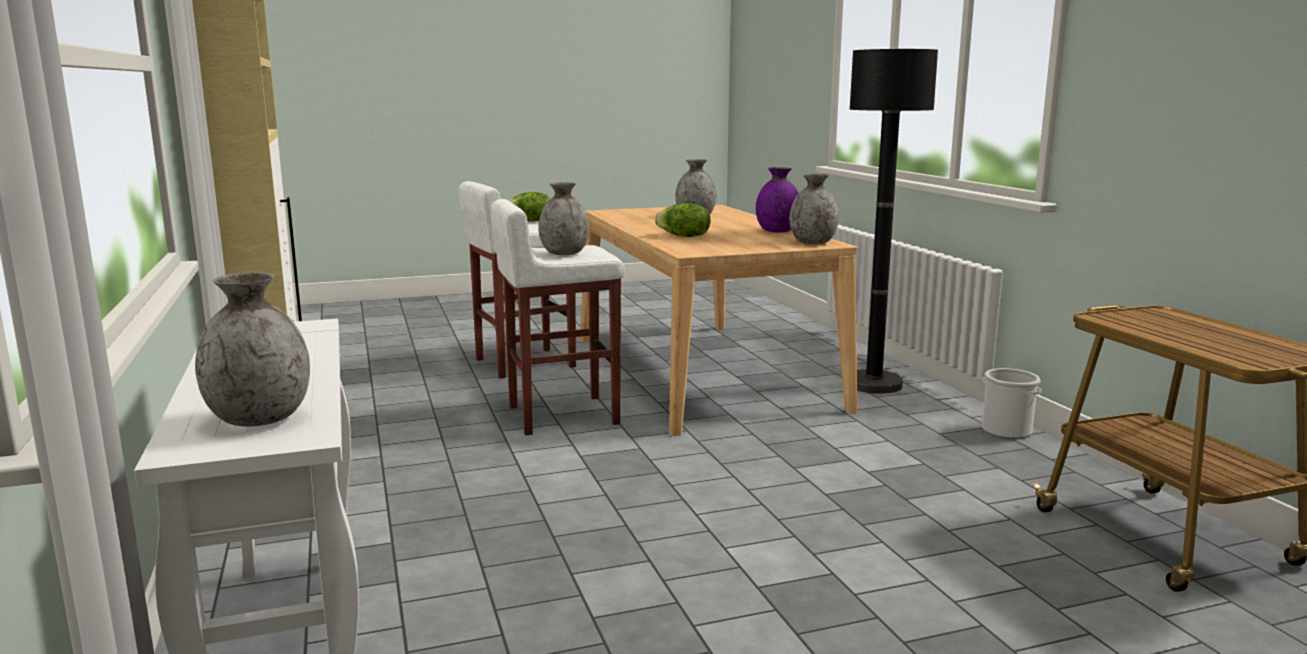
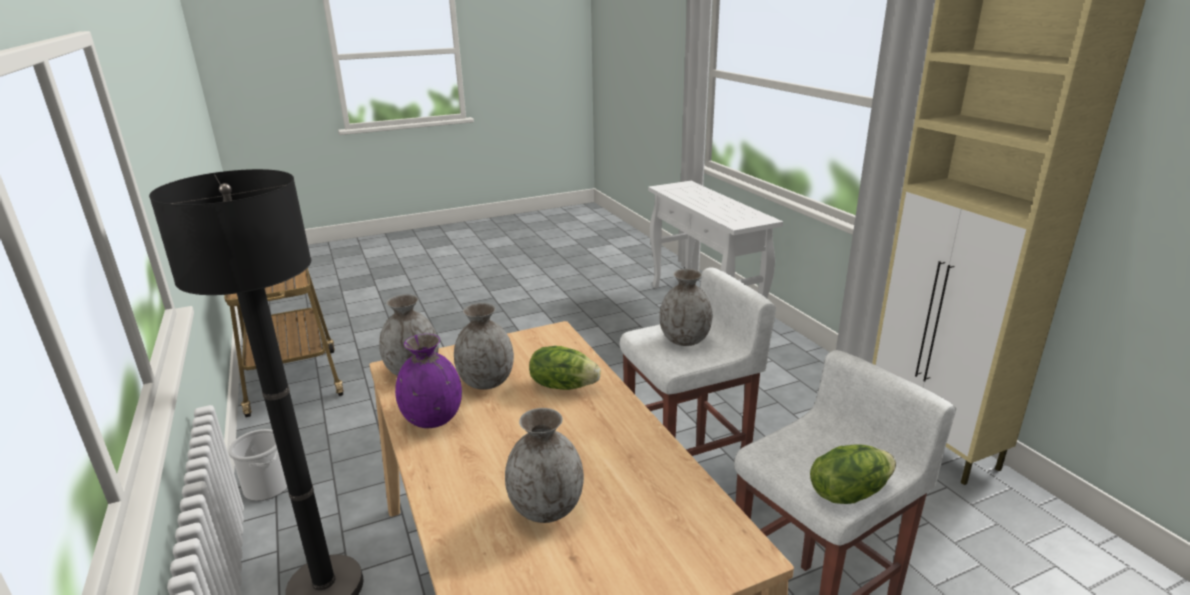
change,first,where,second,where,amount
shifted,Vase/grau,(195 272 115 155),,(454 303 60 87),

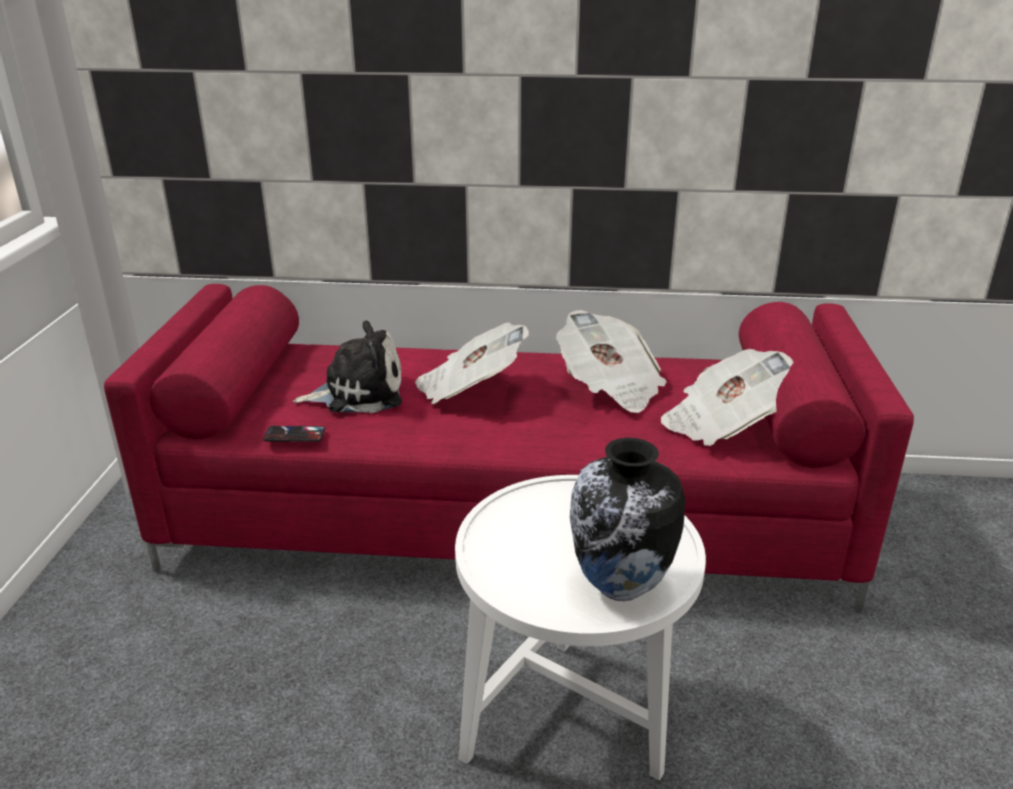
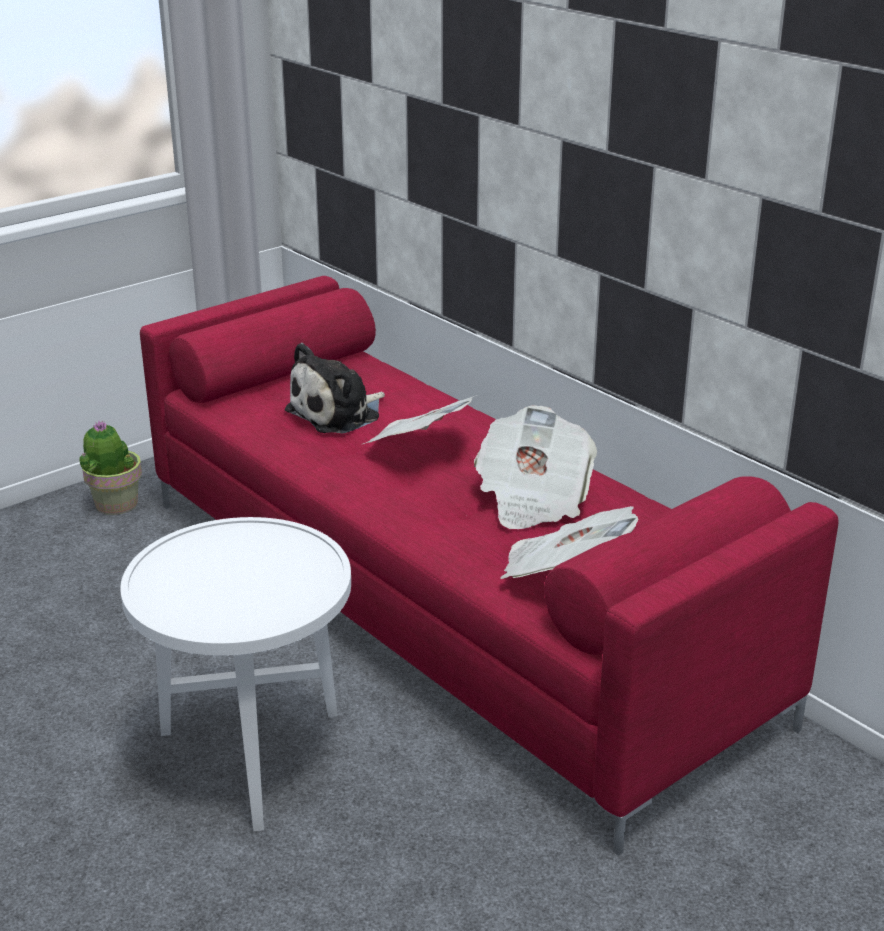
change,first,where,second,where,amount
rotated,Plüschtier,(293 321 109 92),,(285 343 100 91),105 degrees clockwise
gone,Handy,(263 426 62 16),,,
gone,Vase,(570 438 116 163),,,
new,,,Topfpflanze,(79 421 63 94),

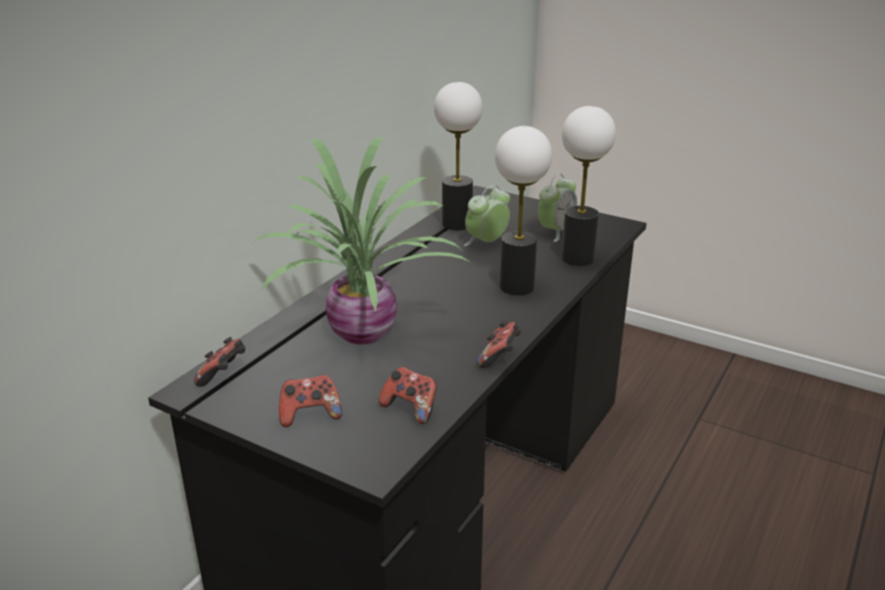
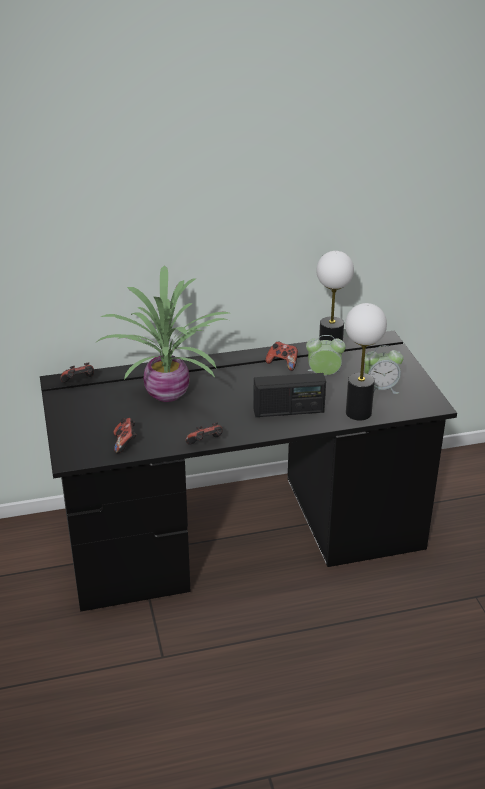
change,first,where,second,where,amount
swapped,Tischlampe,(495 126 57 169),Radio,(253 373 73 44),
shifted,Gamepad,(279 375 63 52),,(265 341 33 30),

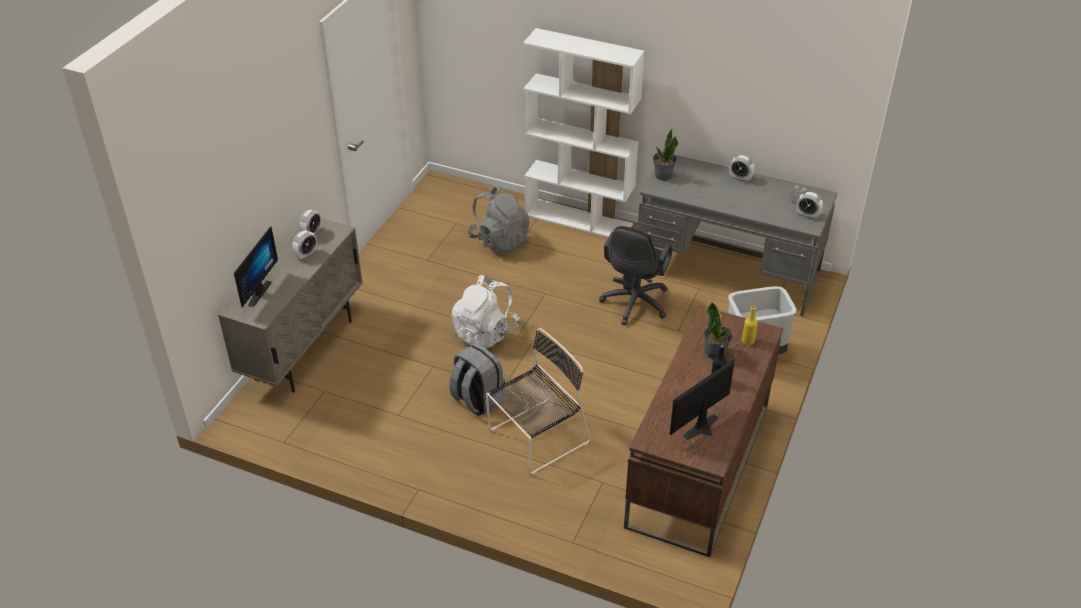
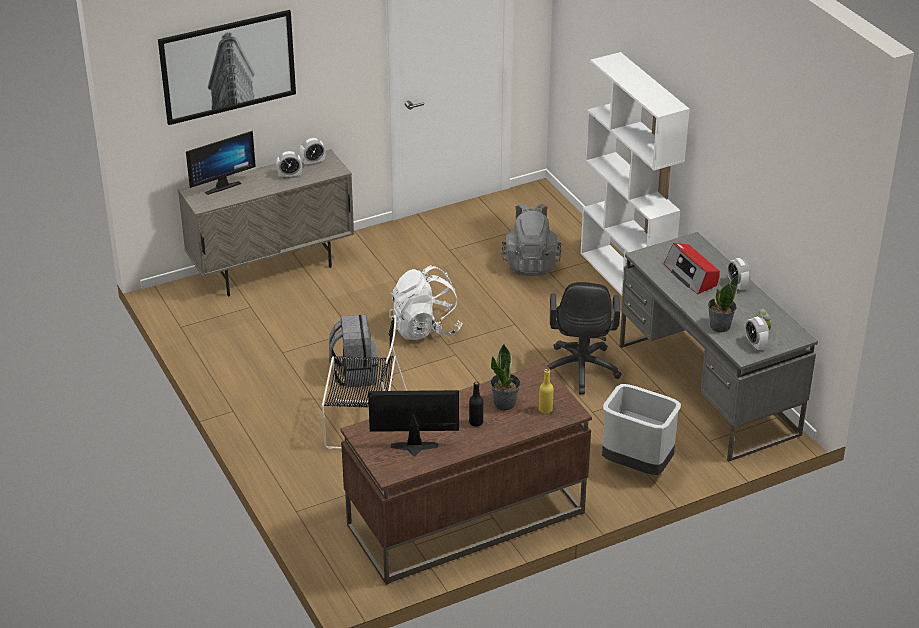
change,first,where,second,where,amount
shifted,Topfpflanze,(653 128 25 53),,(708 274 30 59),
rotated,Bürostuhl/schwarz,(599 226 73 99),,(547 282 75 113),60 degrees counterclockwise
new,,,Bild,(158 10 138 115),
new,,,Radio,(664 243 56 51),

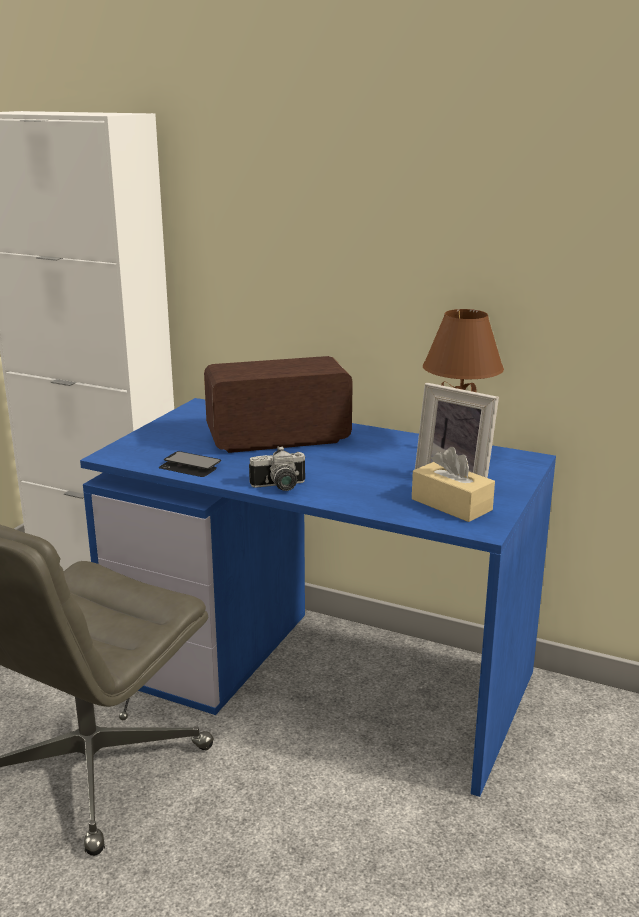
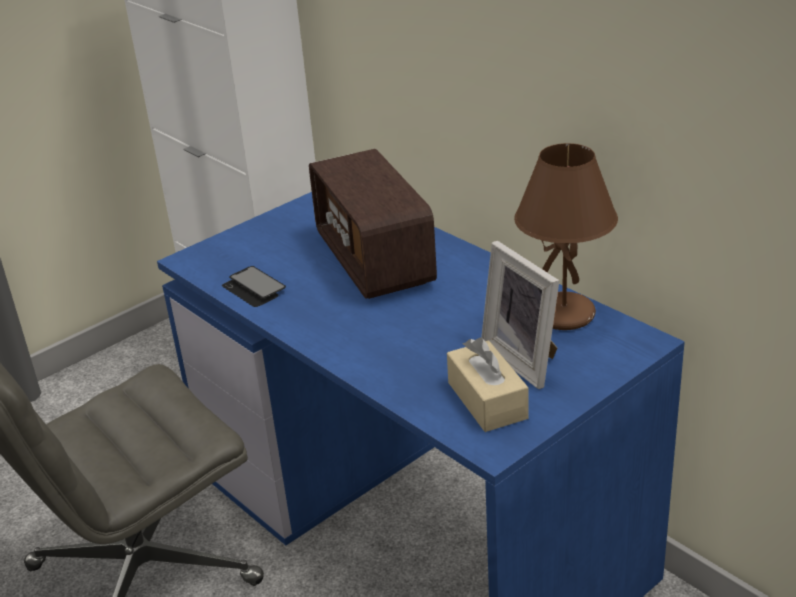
change,first,where,second,where,amount
rotated,Radio,(204 356 149 97),,(309 149 128 150),120 degrees counterclockwise
gone,Kamera,(249 446 56 45),,,

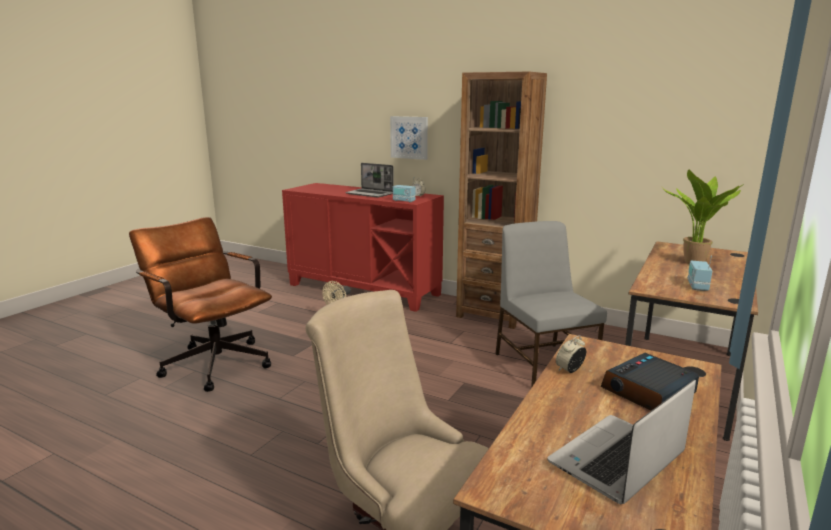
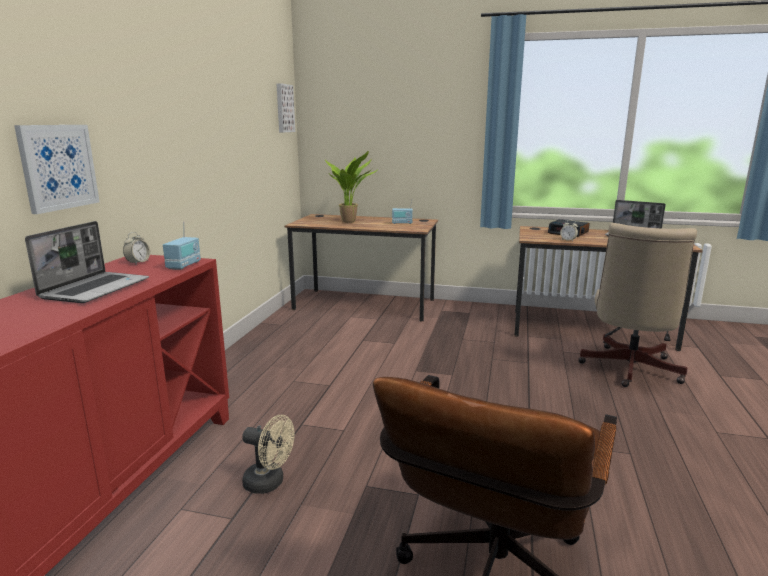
change,first,where,second,where,amount
gone,Bücherregal/braun,(456 72 91 257),,,
gone,Stuhl/grau,(496 221 111 167),,,
new,,,Bild,(276 83 19 49),

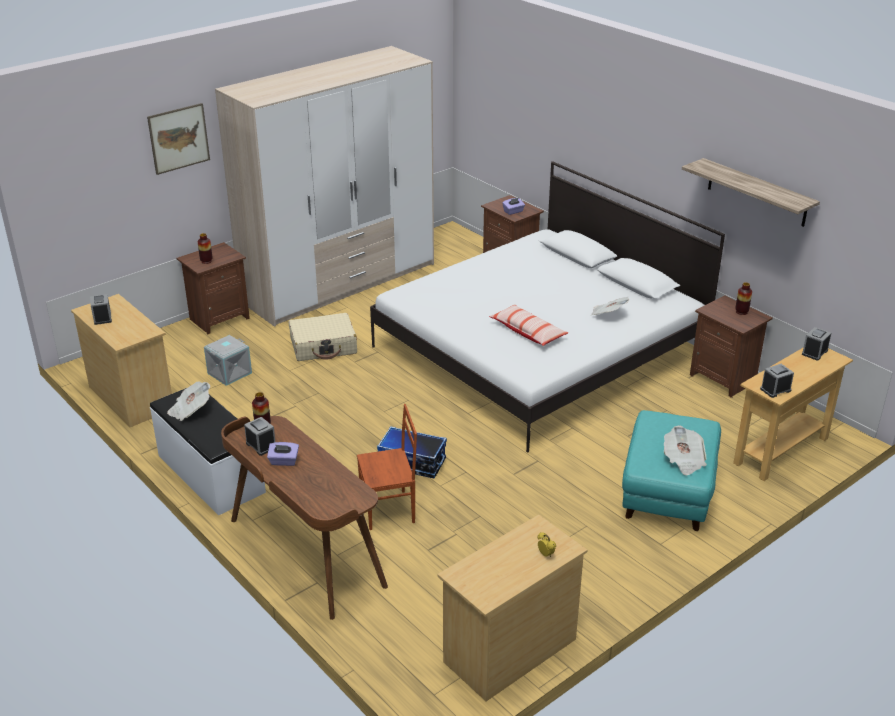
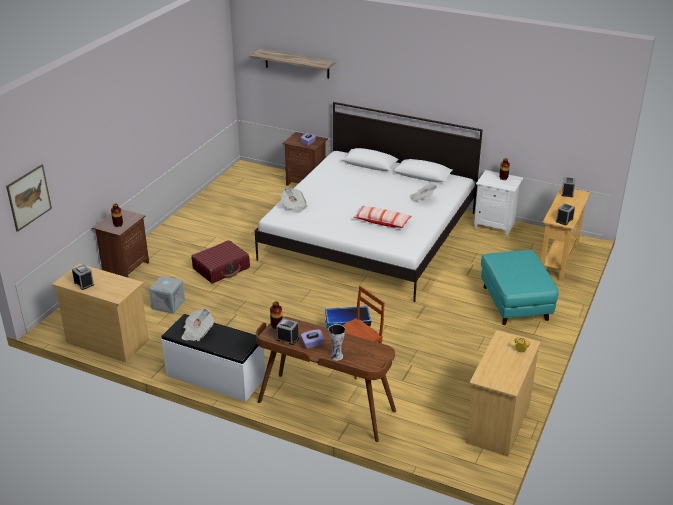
change,first,where,second,where,amount
gone,Kleiderschrank,(215 46 219 281),,,
shifted,Bild,(147 103 63 72),,(6 164 46 68),
shifted,Wandregal,(682 158 138 69),,(249 49 87 29),
repainted,Nachttisch/braun,(690 295 83 103),Nachttisch/weiß,(474 170 49 66),
repainted,Koffer/beige,(289 313 68 48),Koffer/rot,(191 240 59 43),
shifted,Zeitung,(663 426 44 50),,(280 187 28 26),
new,,,Vase,(328 324 17 37),

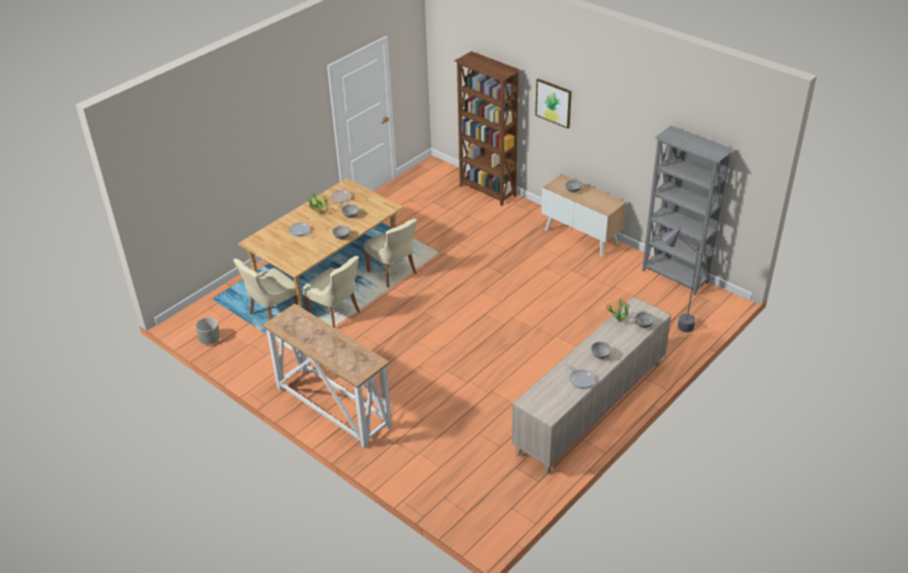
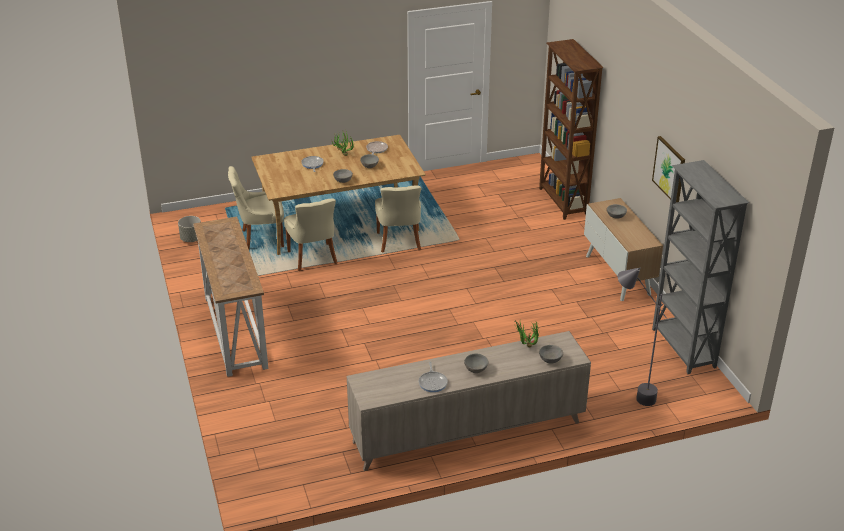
change,first,where,second,where,amount
shifted,Bild,(535 79 37 50),,(652 136 33 66),

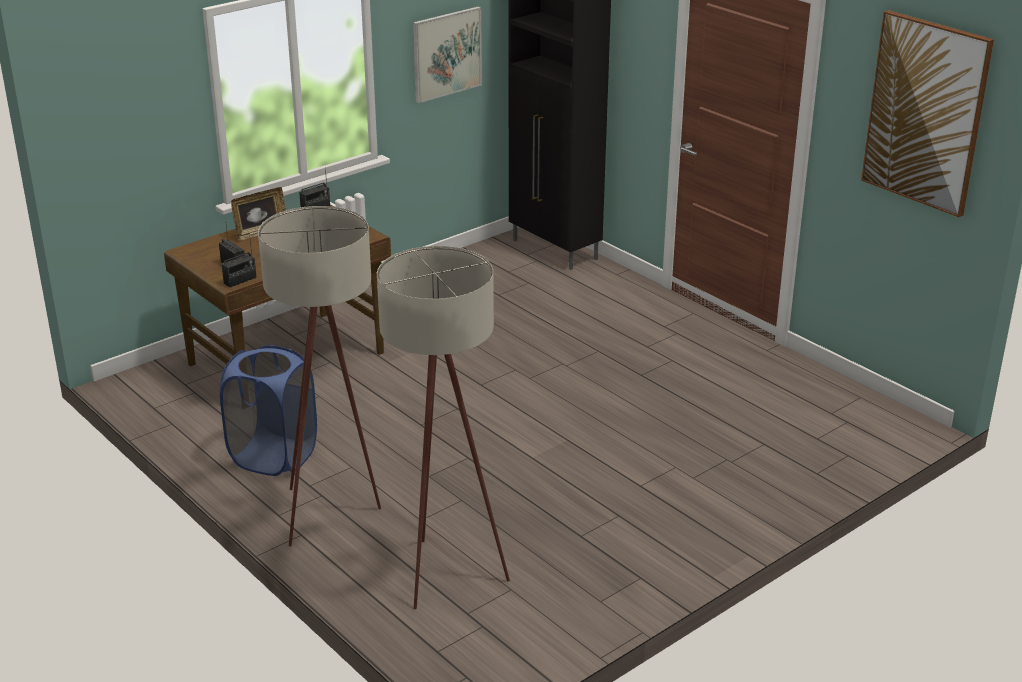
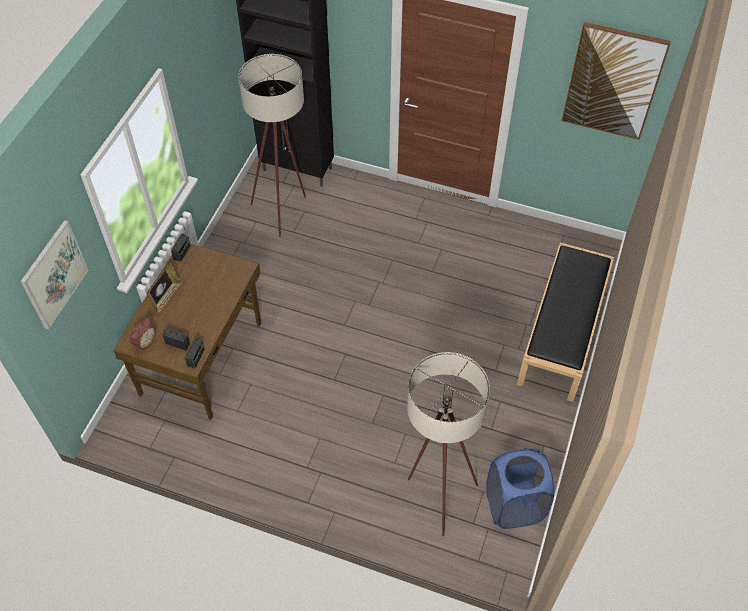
change,first,where,second,where,amount
shifted,Bild,(413 7 69 96),,(20 220 68 109),
shifted,Stehlampe/beige,(258 206 123 341),,(238 54 68 183),
shifted,Wäschekorb/blau,(220 345 97 131),,(487 448 67 81),
new,,,Bank/schwarz,(517 242 97 160),
new,,,Wecker,(130 318 26 33),

